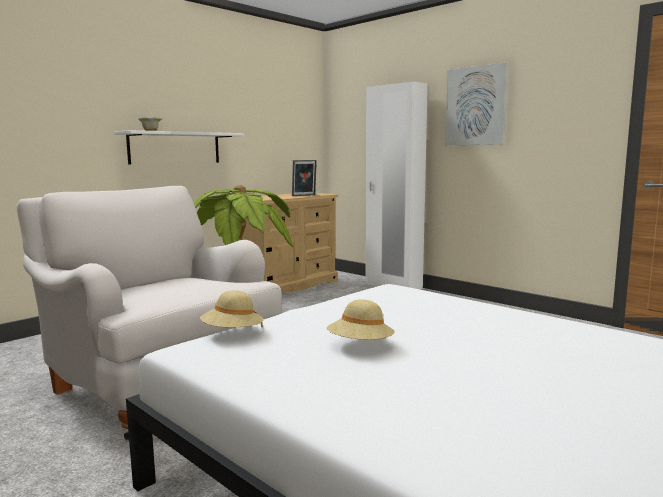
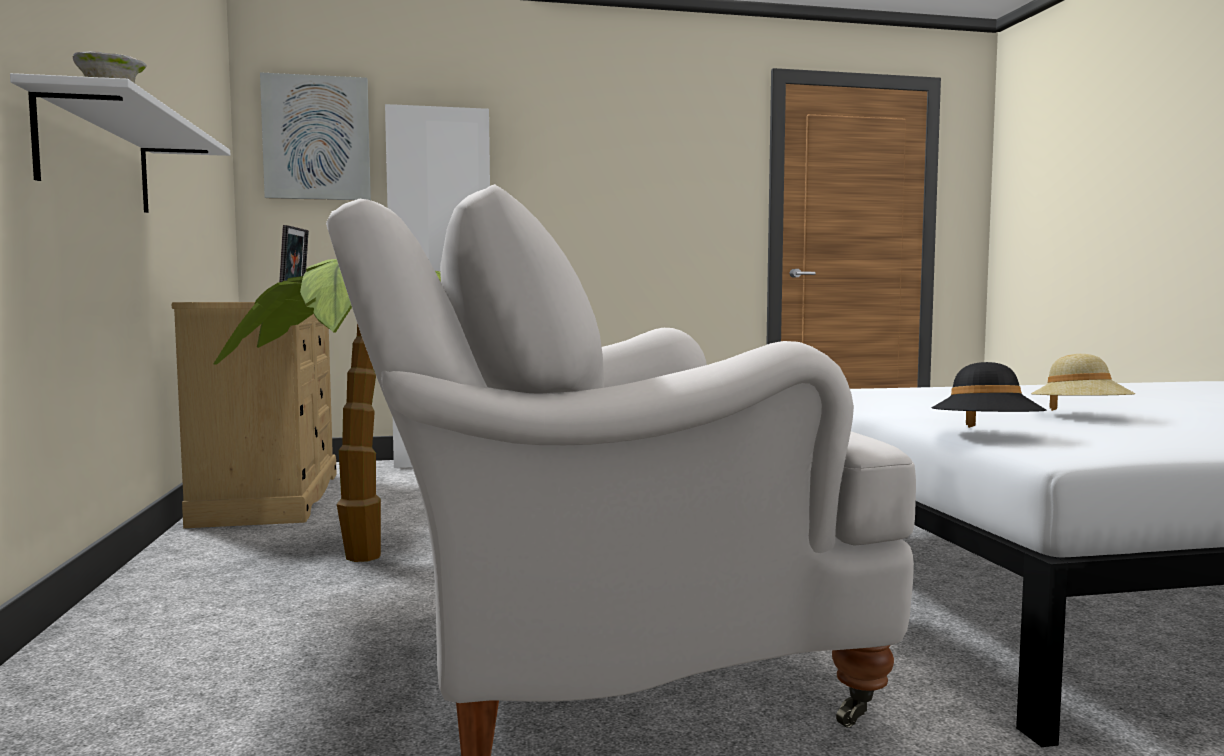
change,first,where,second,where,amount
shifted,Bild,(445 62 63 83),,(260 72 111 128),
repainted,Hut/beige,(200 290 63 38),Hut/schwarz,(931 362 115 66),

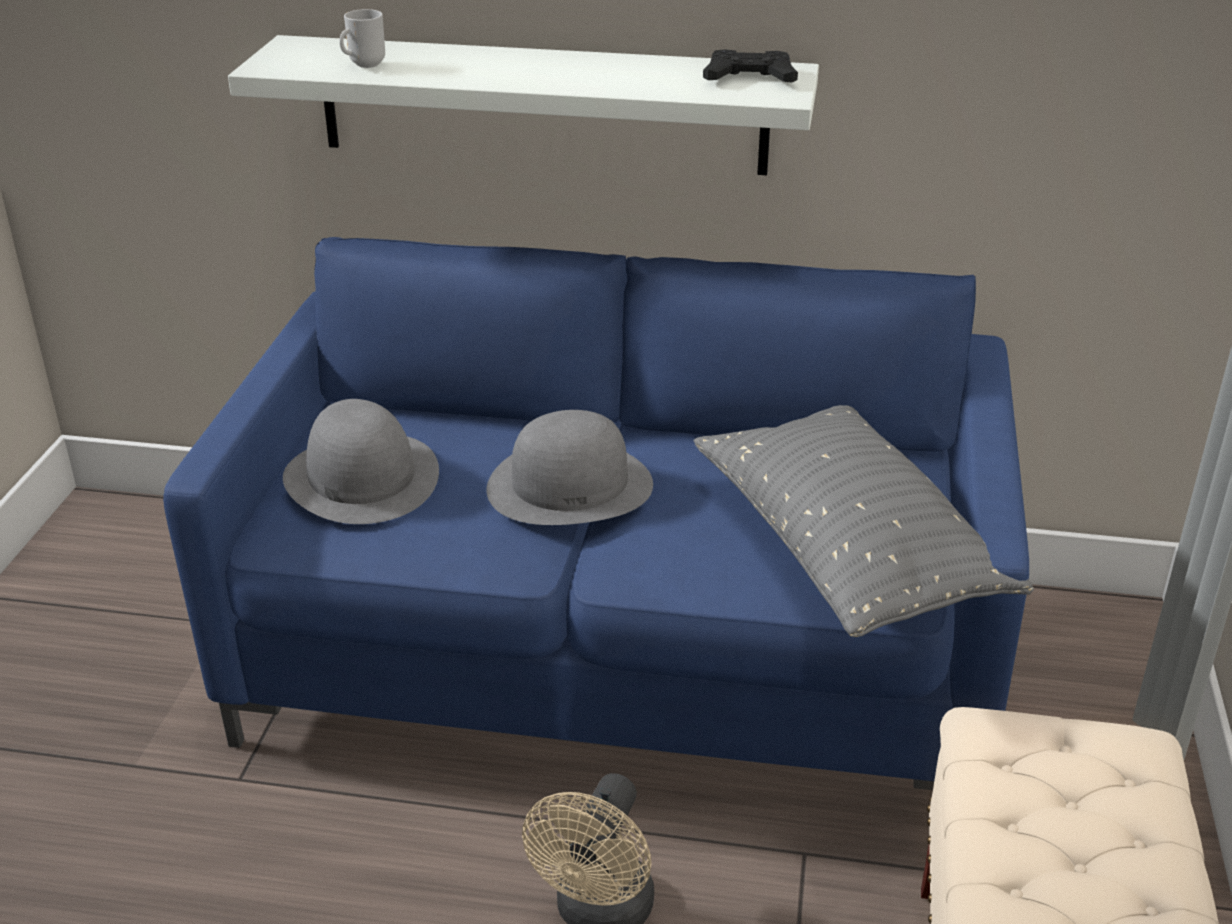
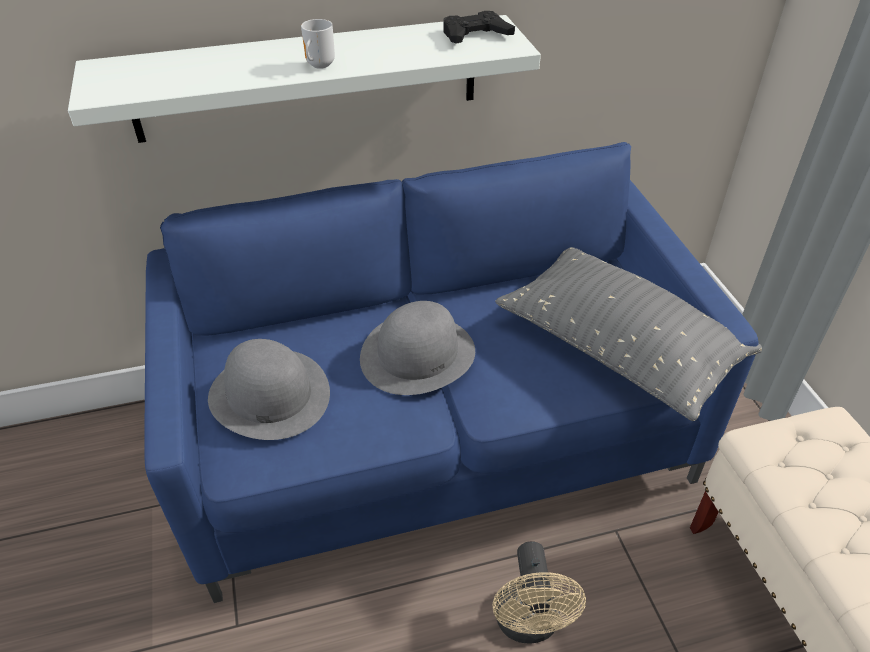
change,first,where,second,where,amount
shifted,Henkelbecher,(339 9 46 59),,(301 19 34 50),

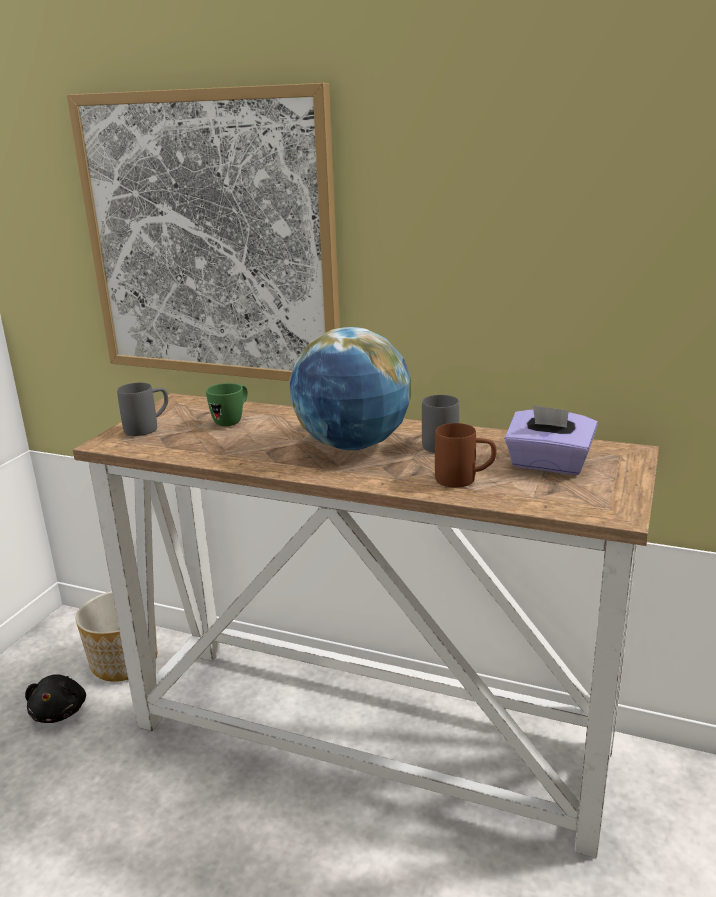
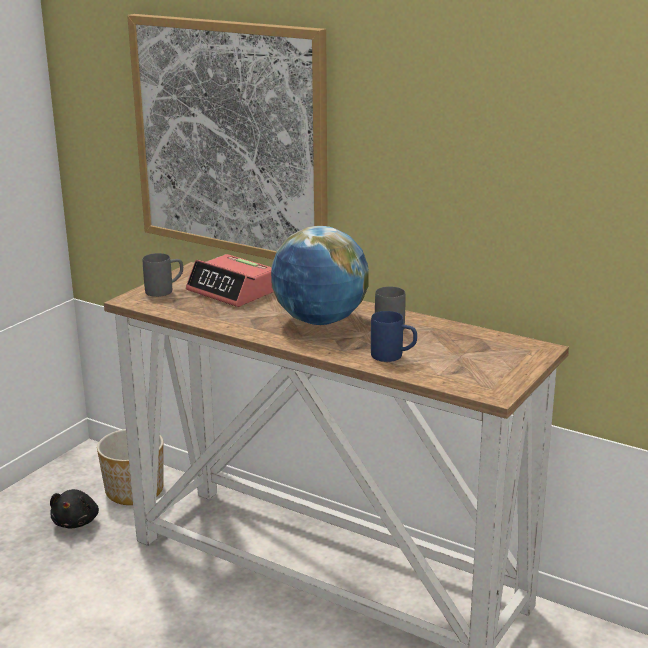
change,first,where,second,where,amount
swapped,Henkelbecher/grün,(206 383 42 43),Wecker,(186 254 88 53),
gone,Taschentuchbox/lila,(505 405 93 70),,,
repainted,Henkelbecher/braun,(435 423 61 64),Henkelbecher/blau,(371 311 46 51),

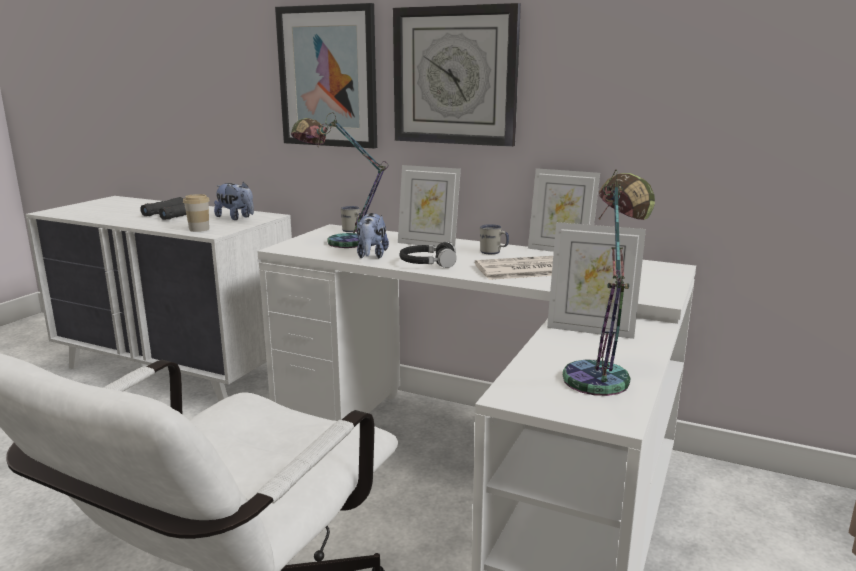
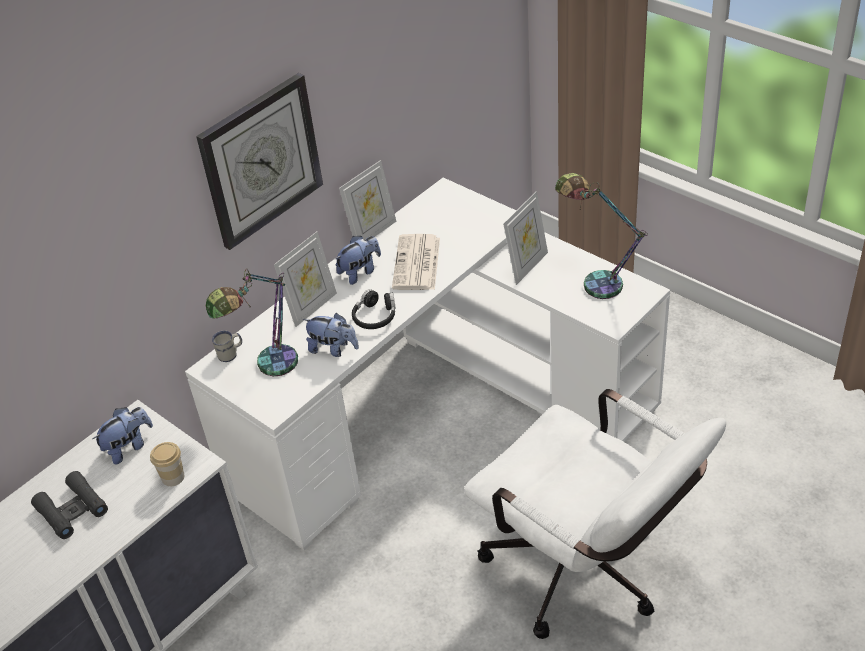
change,first,where,second,where,amount
gone,Bild,(275 3 102 145),,,
swapped,Henkelbecher/weiß,(480 224 29 30),Plüschtier,(335 236 46 49),

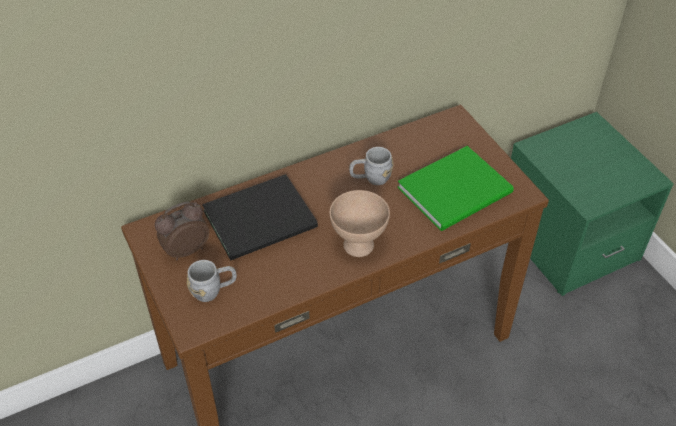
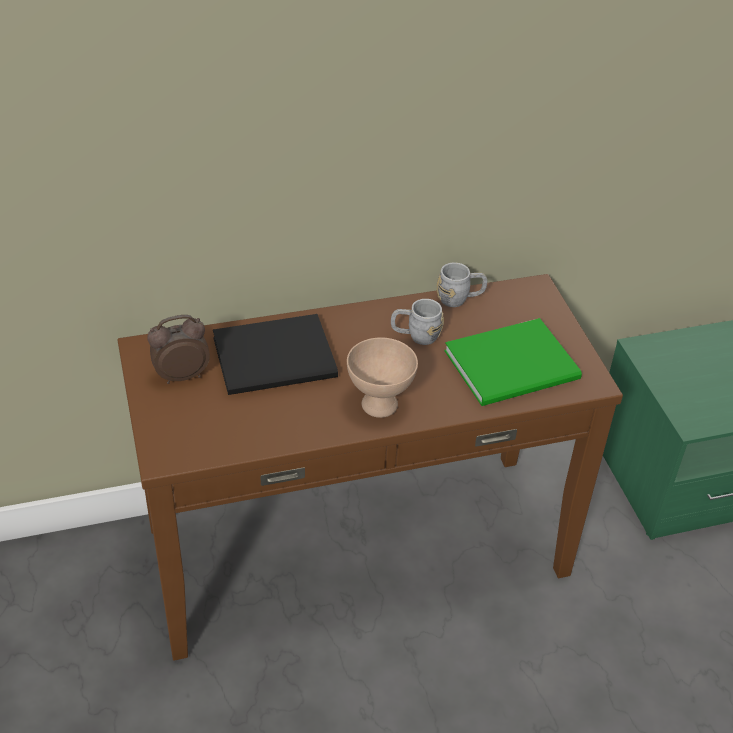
change,first,where,second,where,amount
shifted,Henkelbecher/grau,(187 260 50 42),,(437 262 50 45),

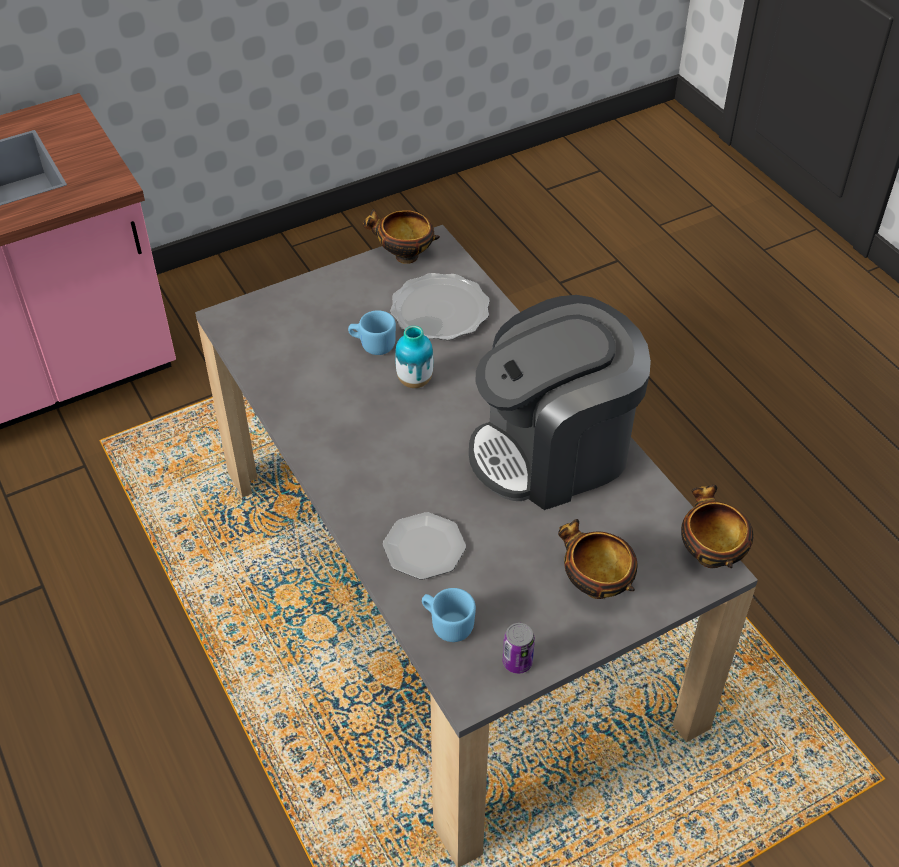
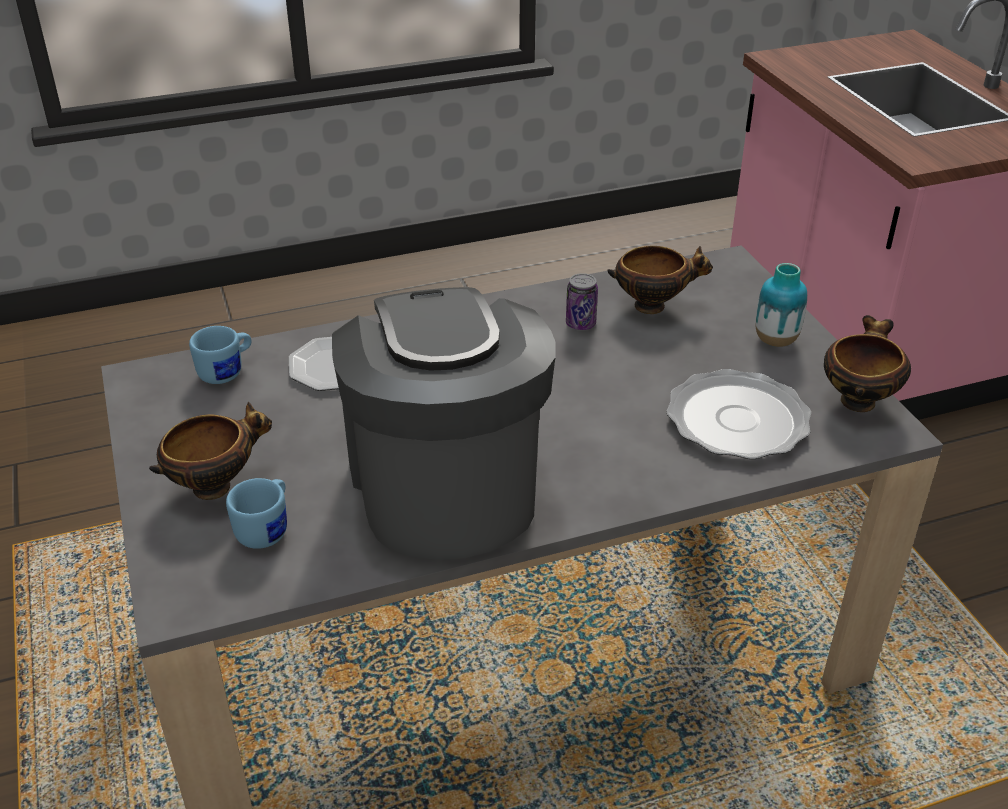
change,first,where,second,where,amount
shifted,Henkelbecher/blau,(348 310 48 45),,(226 478 61 71),
shifted,Vase,(395 326 38 62),,(756 263 51 84),
shifted,Schüssel,(681 485 72 83),,(607 246 106 68),
shifted,Dose,(502 623 33 51),,(566 273 32 57),

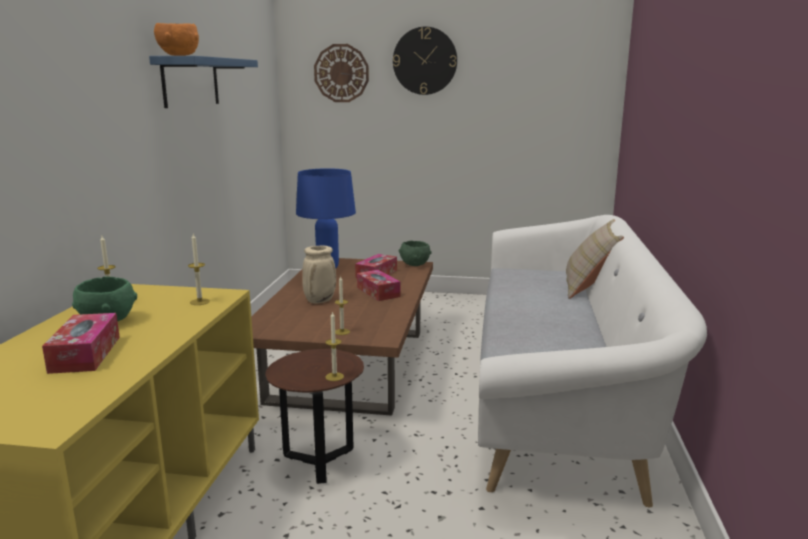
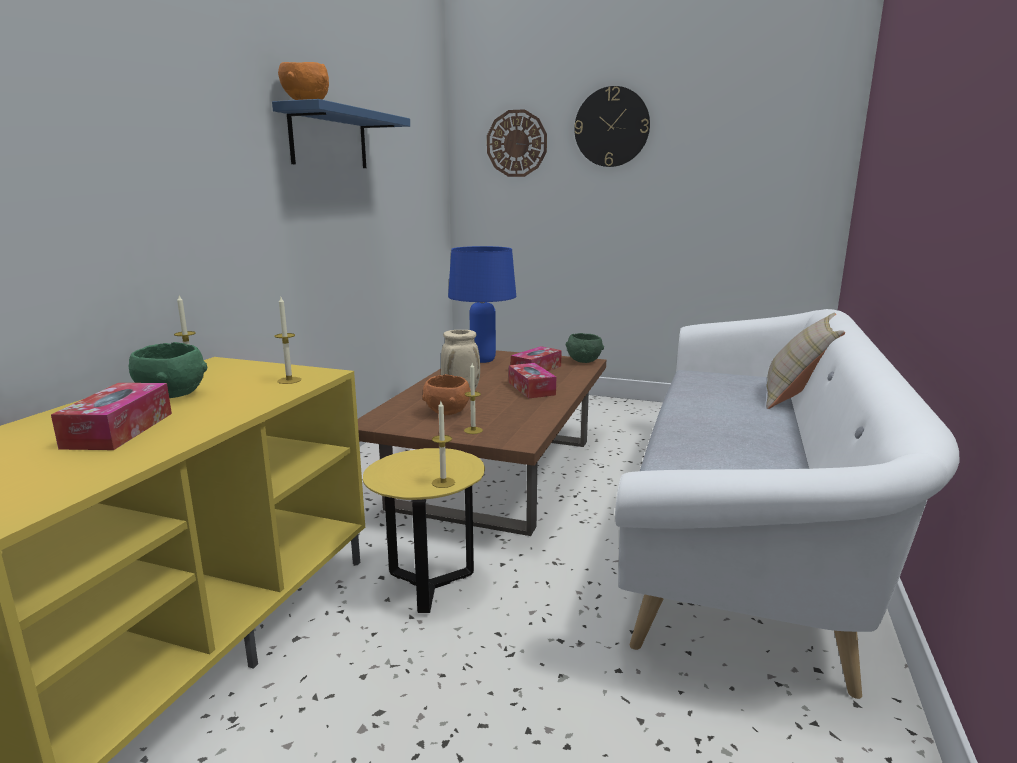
change,first,where,second,where,amount
repainted,Beistelltisch/braun,(265 349 99 135),Beistelltisch/gelb,(363 448 122 165),
new,,,Schüssel/orange,(422 374 49 41),

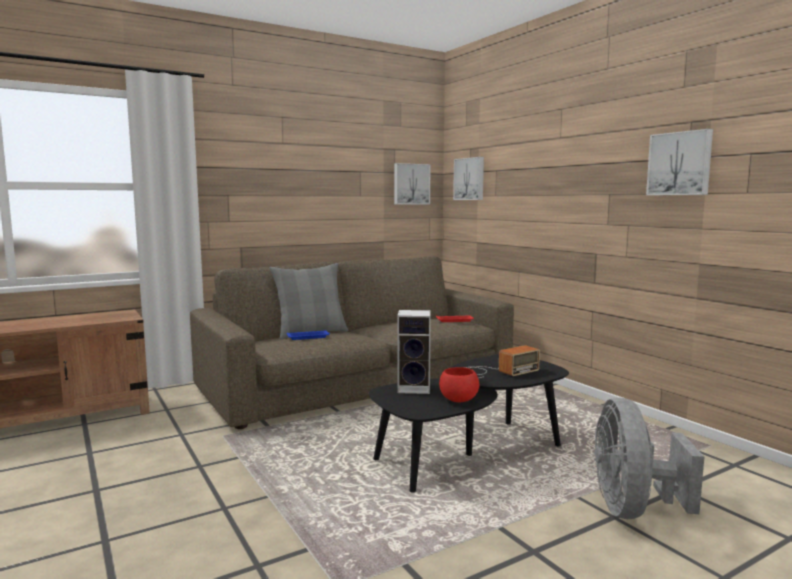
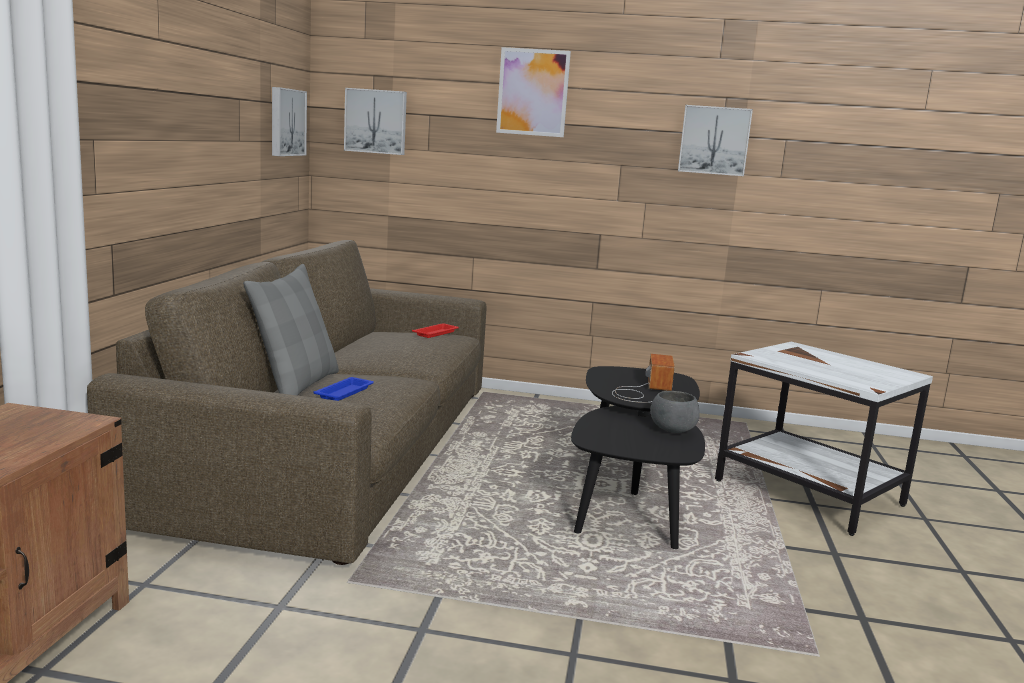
change,first,where,second,where,amount
gone,Lautsprecher,(397 310 34 84),,,
repainted,Schüssel/rot,(439 367 40 35),Schüssel/grau,(651 391 49 42),
swapped,Ventilator/grau,(594 398 110 121),Beistelltisch/weiß,(715 342 218 194),
new,,,Bild,(496 47 75 90),

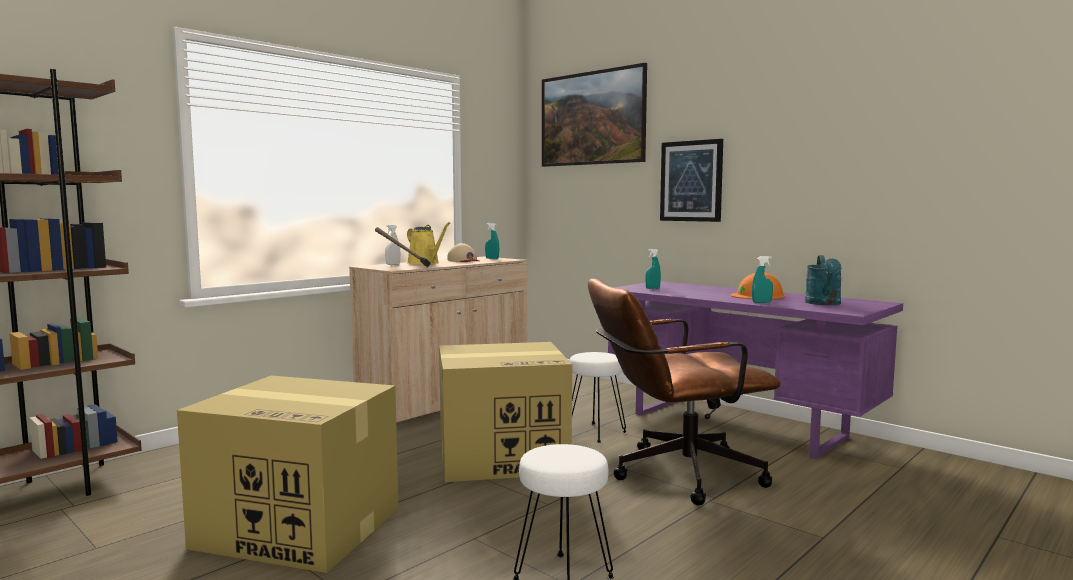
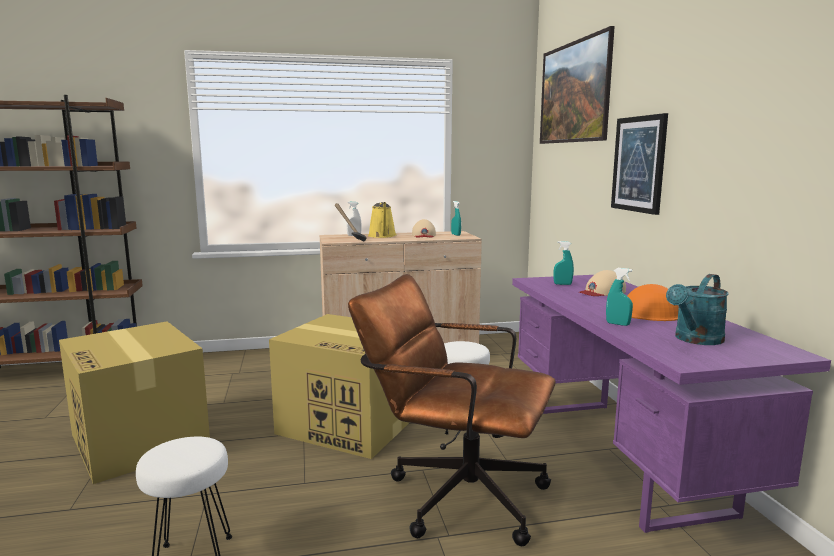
change,first,where,second,where,amount
new,,,Kappe/beige,(579 270 47 26),

